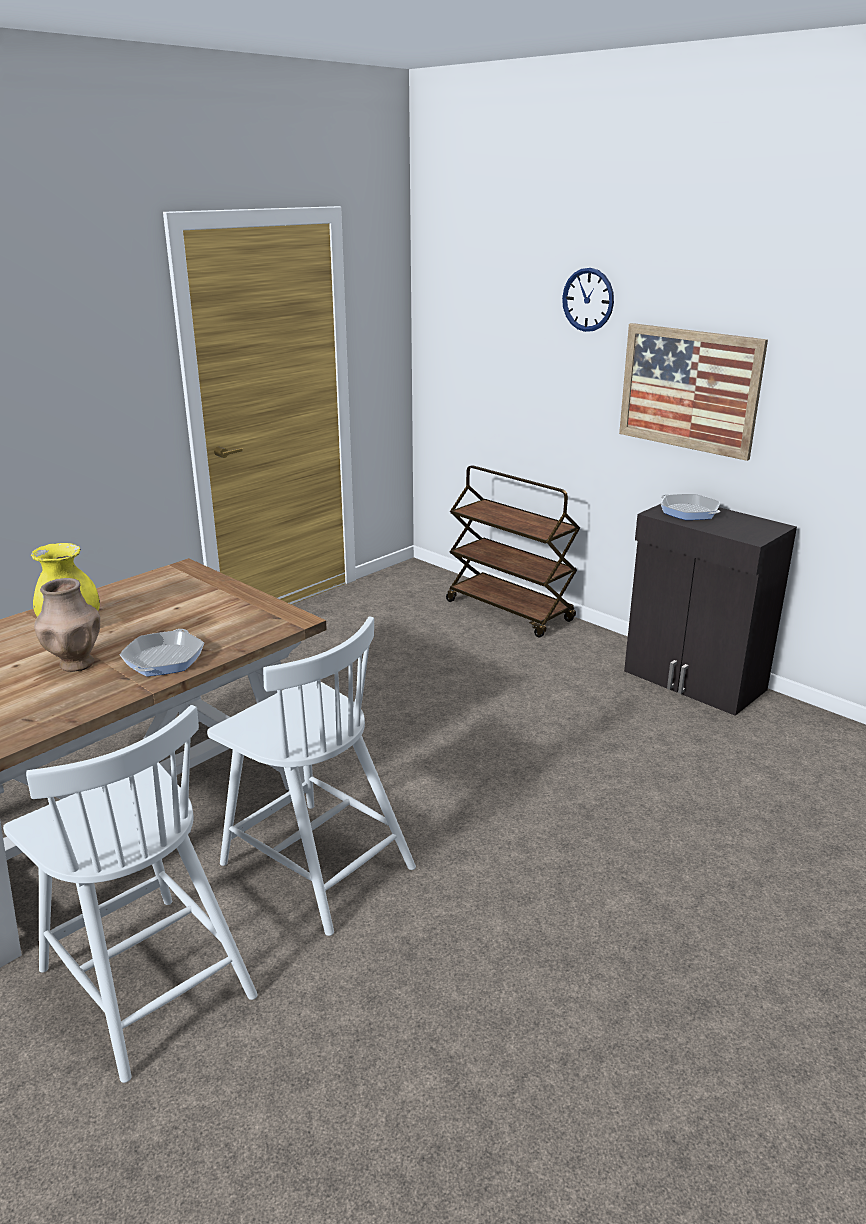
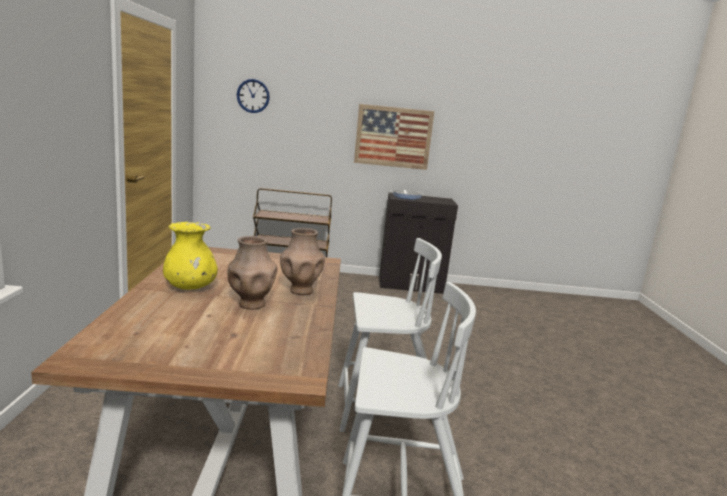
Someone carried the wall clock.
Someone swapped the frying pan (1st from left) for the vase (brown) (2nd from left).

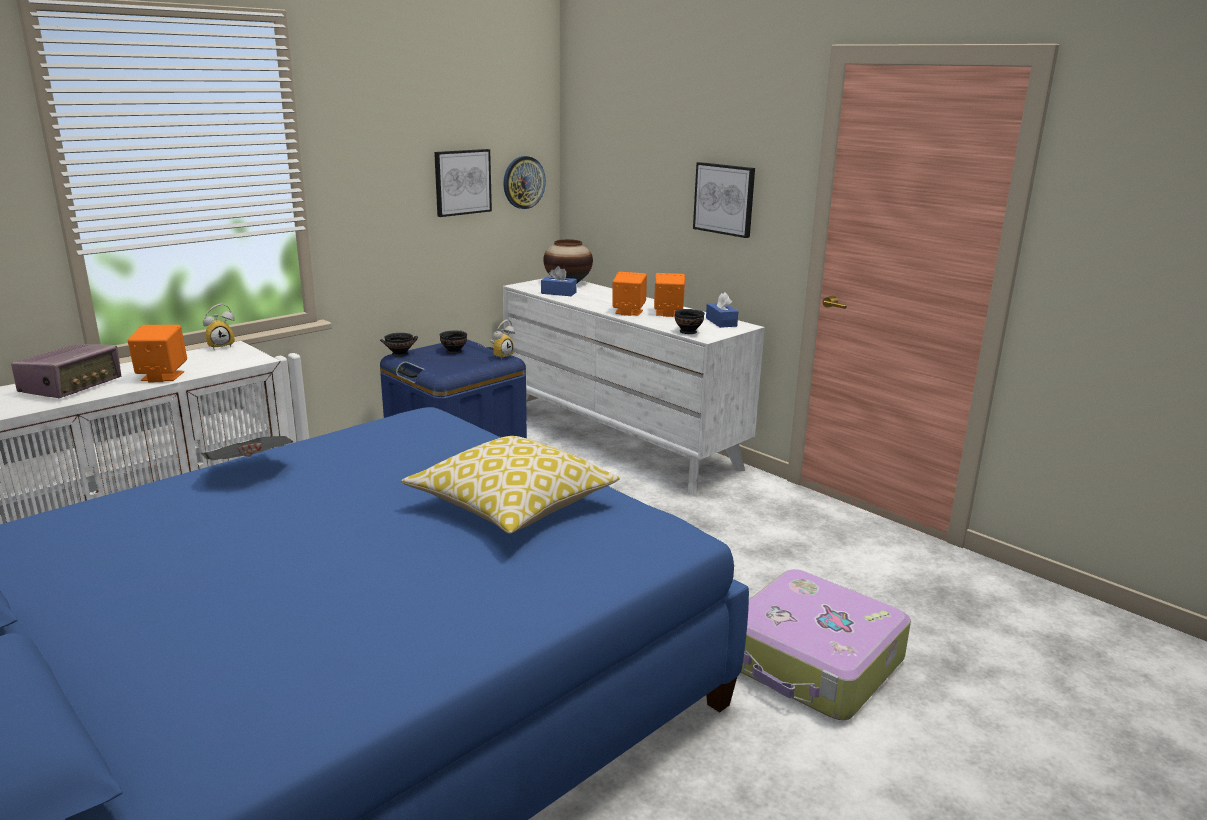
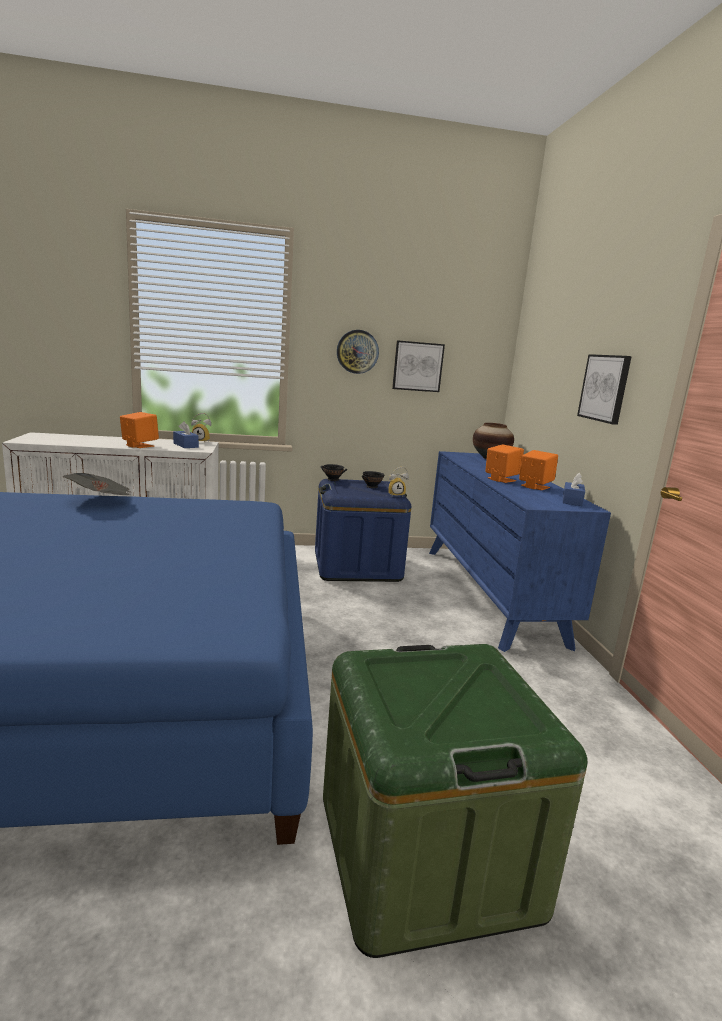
Someone carried the wall clock.
Someone carried the tissue box (blue) (1st from left).
Someone repainted the dresser (white), which became the dresser (blue).
Someone took away the bowl (black) (3rd from left).
Someone took away the radio.
Someone took away the pillow.
Someone swapped the suitcase for the storage box (green).

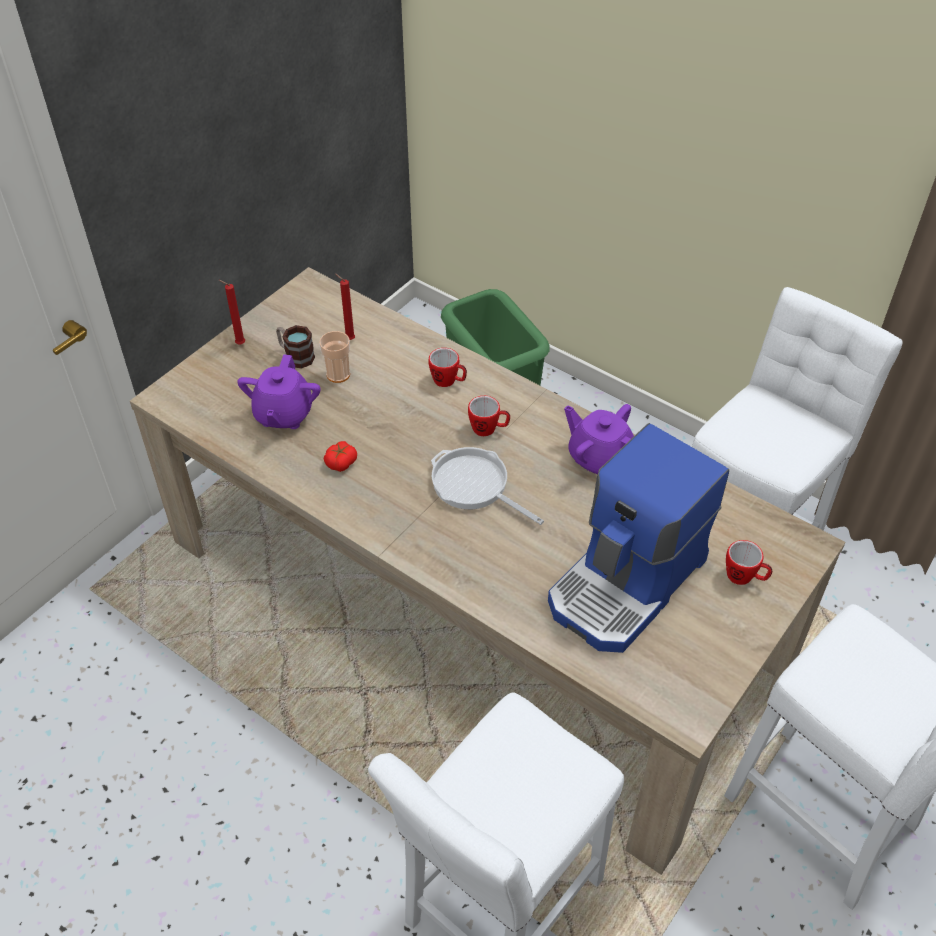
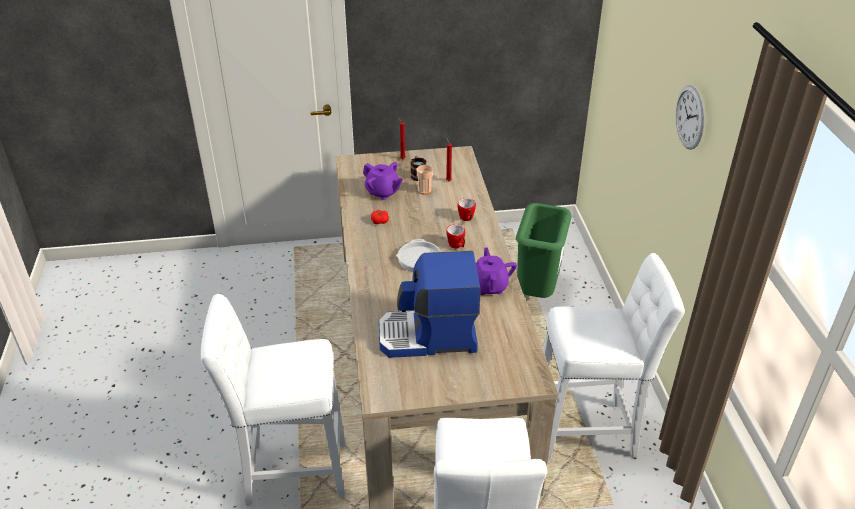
Someone rotated the teapot (purple) (1st from left) by 105 degrees counterclockwise.
Someone took away the mug (4th from left).
Someone put up the wall clock.

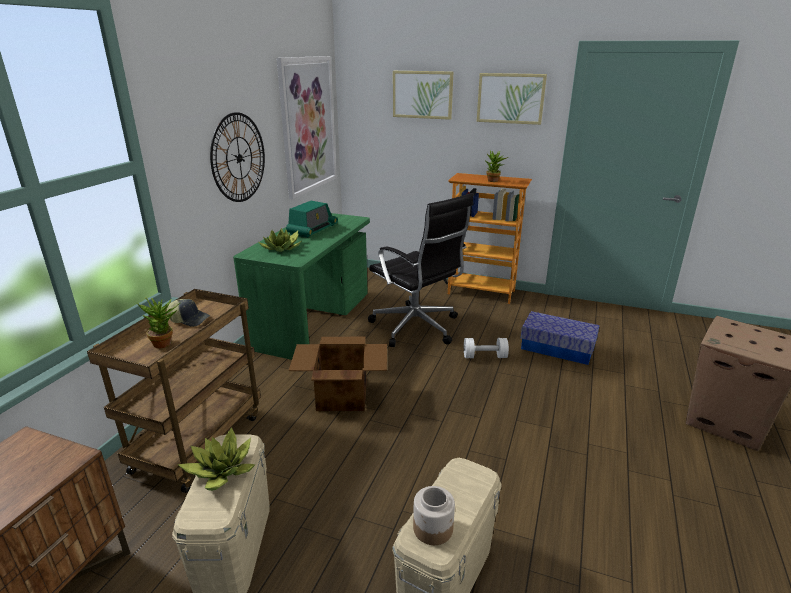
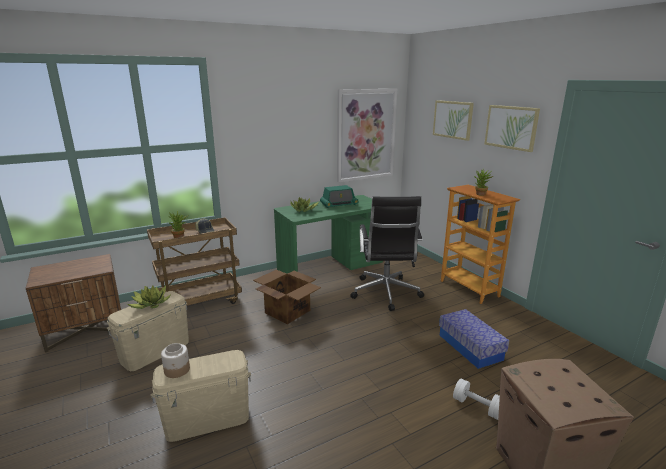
Someone took away the wall clock.
Someone carried the dumbbell (white).

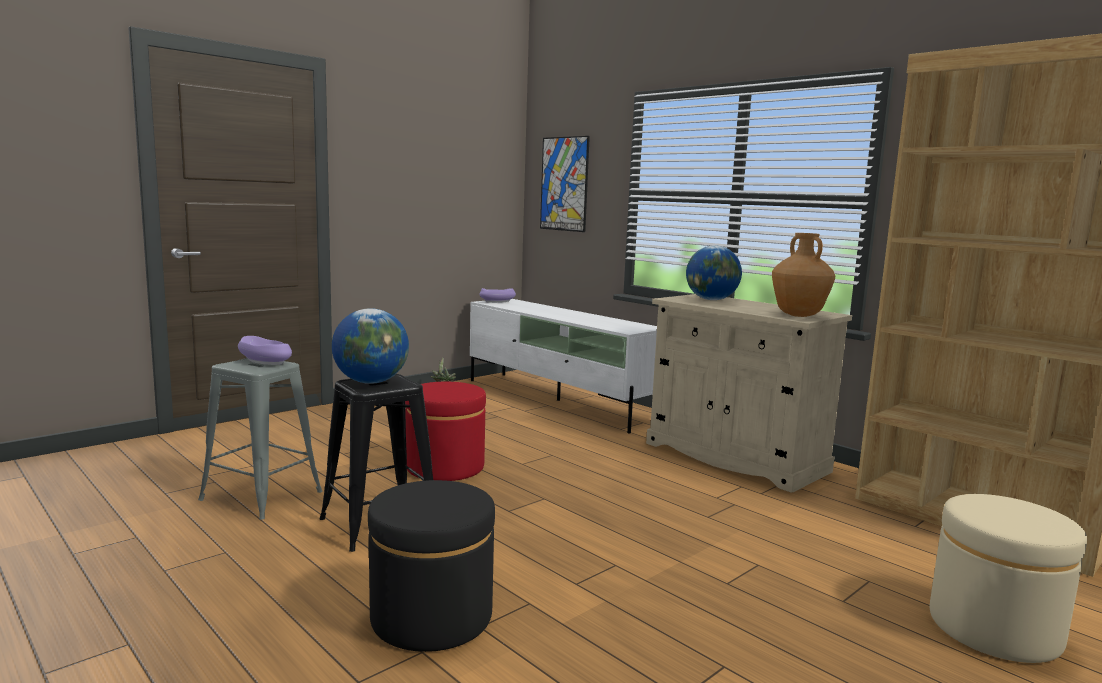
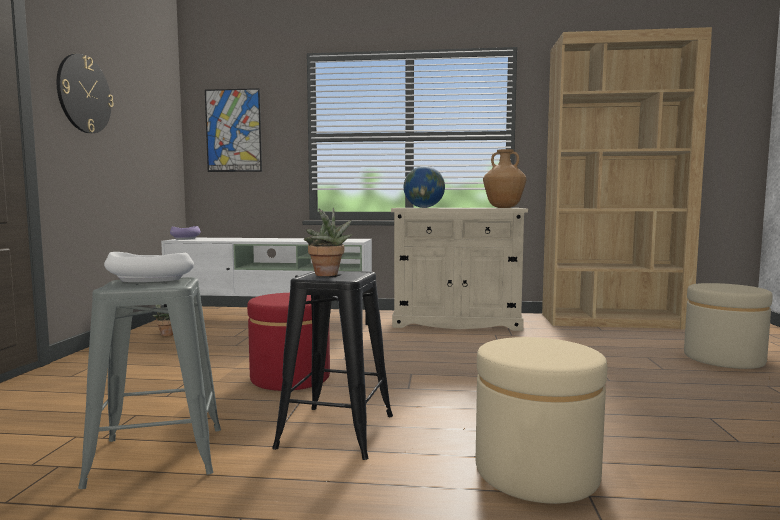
Someone swapped the globe (1st from left) for the potted plant (2nd from left).
Someone repainted the bowl (purple) (1st from left), which became the bowl (white).
Someone repainted the ottoman (black), which became the ottoman (beige) (1st from left).
Someone put up the wall clock.

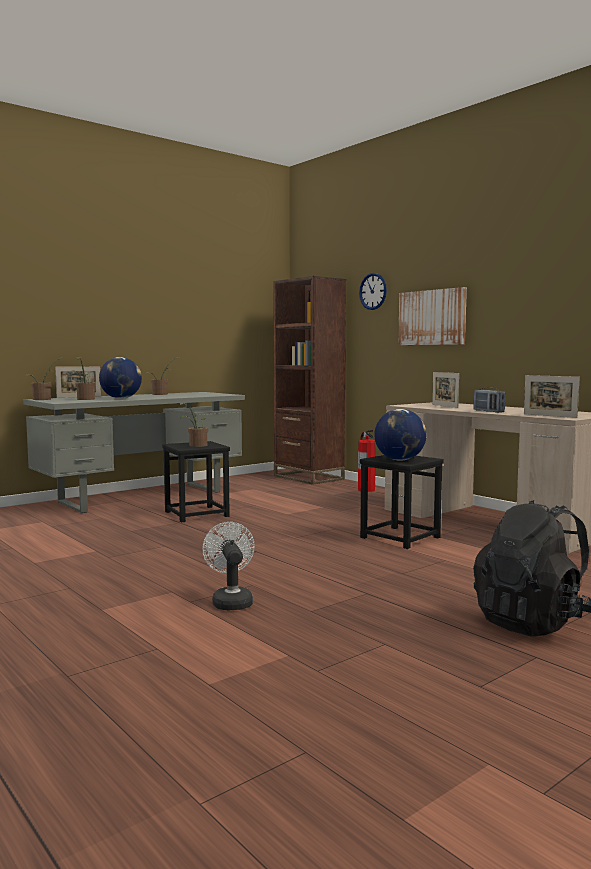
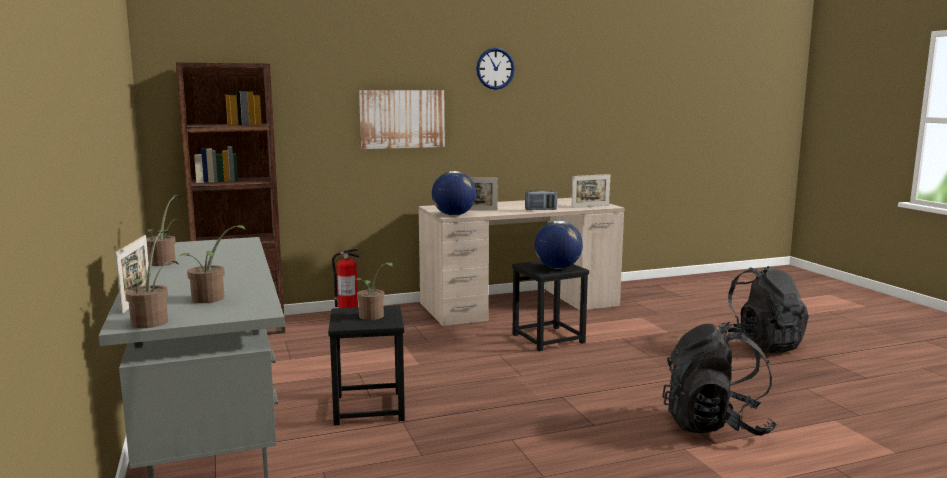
Someone carried the wall clock.
Someone carried the globe (1st from left).
Someone swapped the fan (white) for the backpack (black) (1st from left).

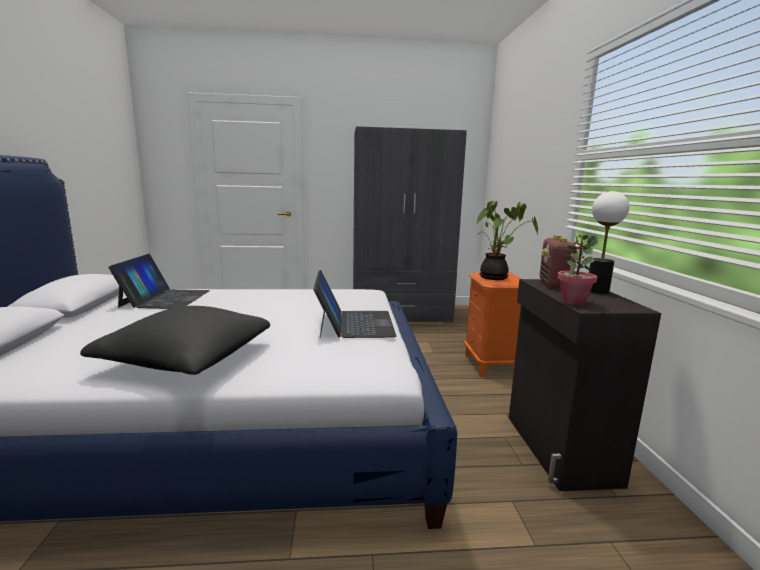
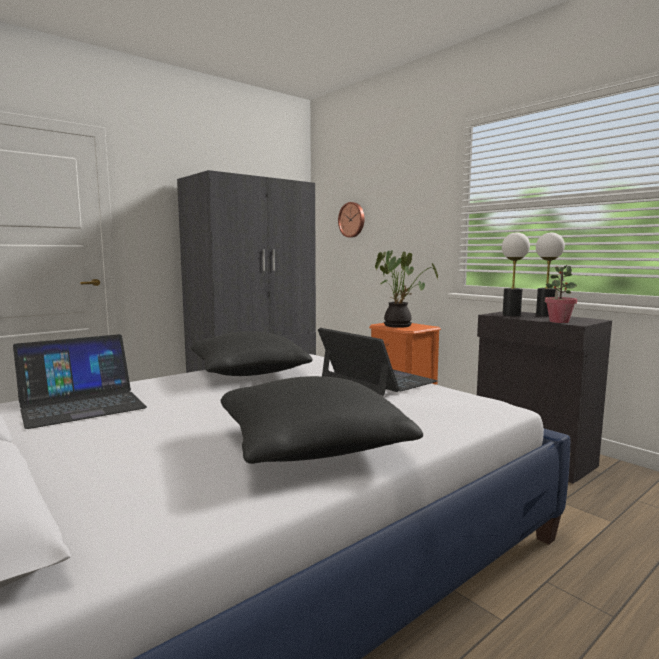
Someone swapped the radio for the table lamp (1st from left).
Someone rotated the laptop (1st from left) by 90 degrees clockwise.
Someone put up the wall clock.
Someone put down the pillow (black) (1st from left).

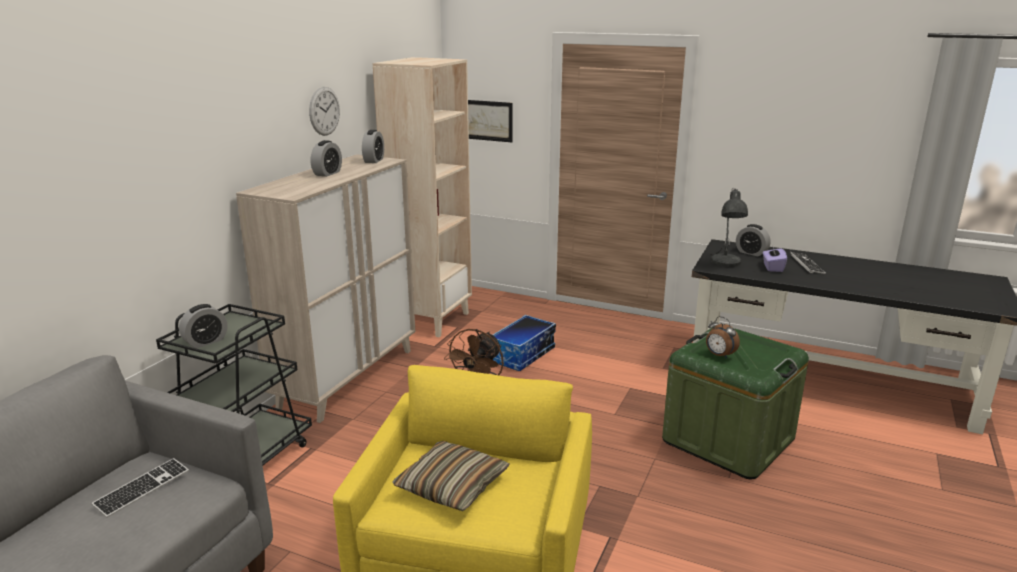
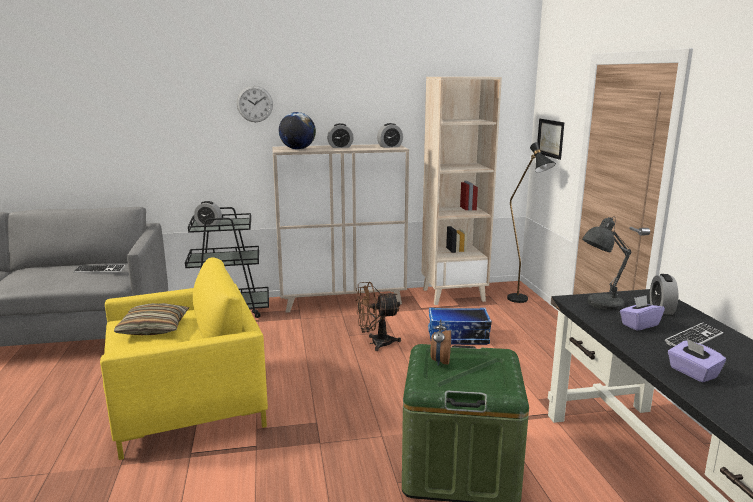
Someone carried the wall clock.
Someone put down the globe.
Someone put down the floor lamp (black).
Someone put down the tissue box (purple) (2nd from left).

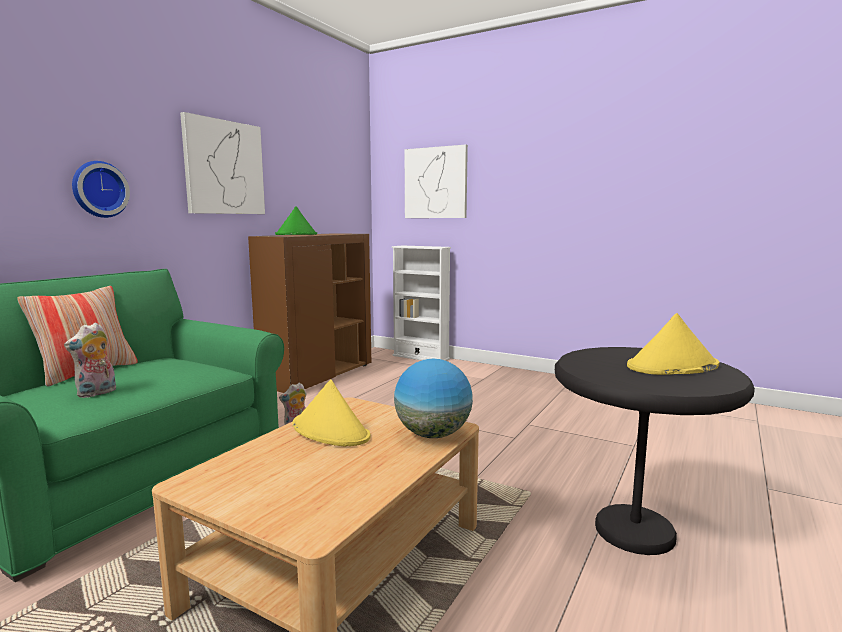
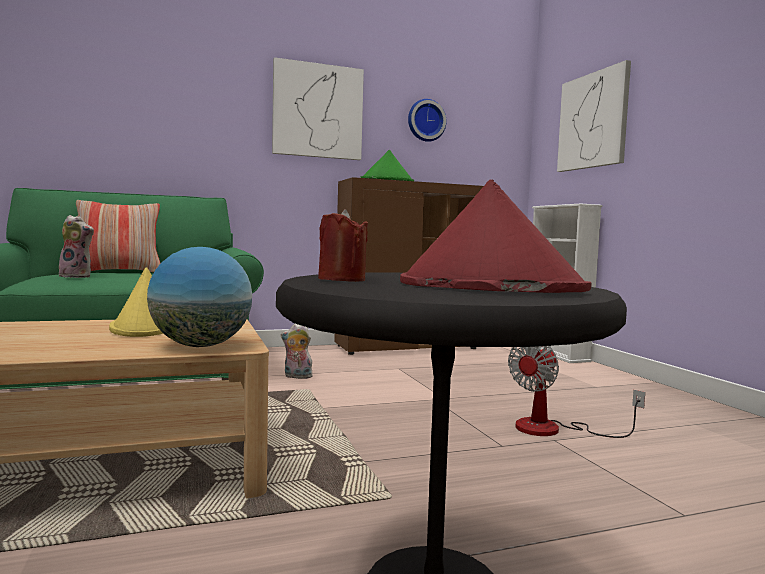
Someone carried the wall clock.
Someone repainted the hat (yellow) (2nd from left), which became the hat (red).
Someone rotated the plush toy (1st from left) by 150 degrees counterclockwise.
Someone put down the candle (red).
Someone put down the fan.

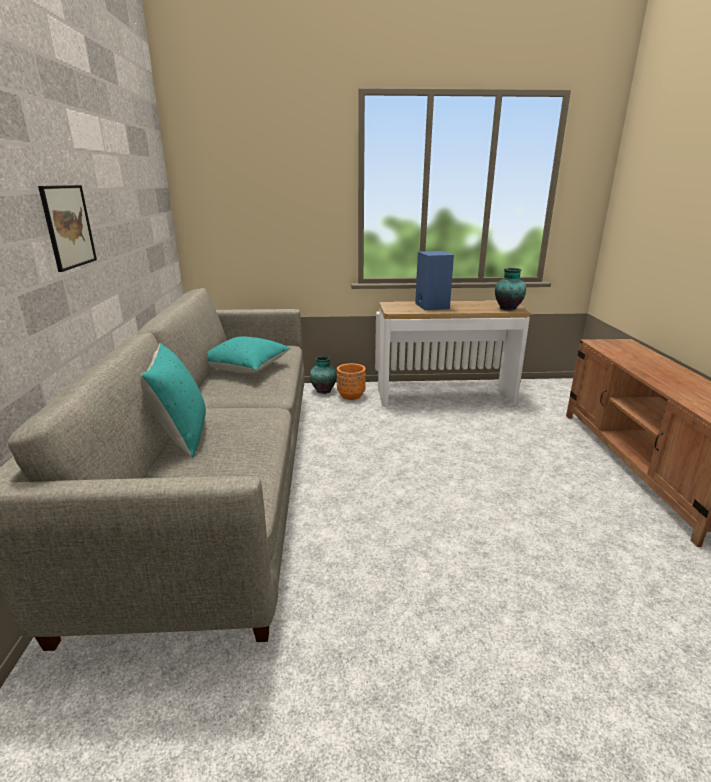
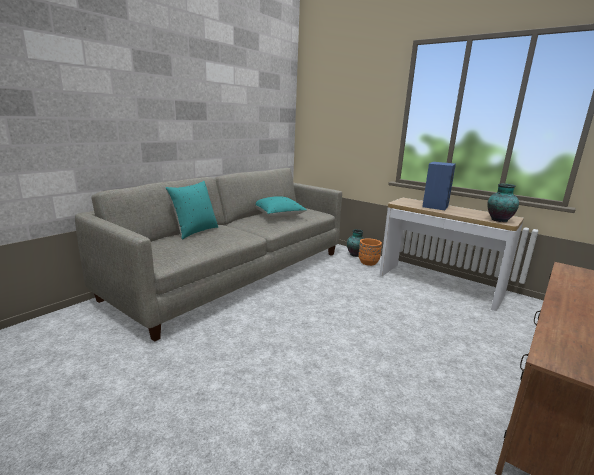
Someone took away the picture.

